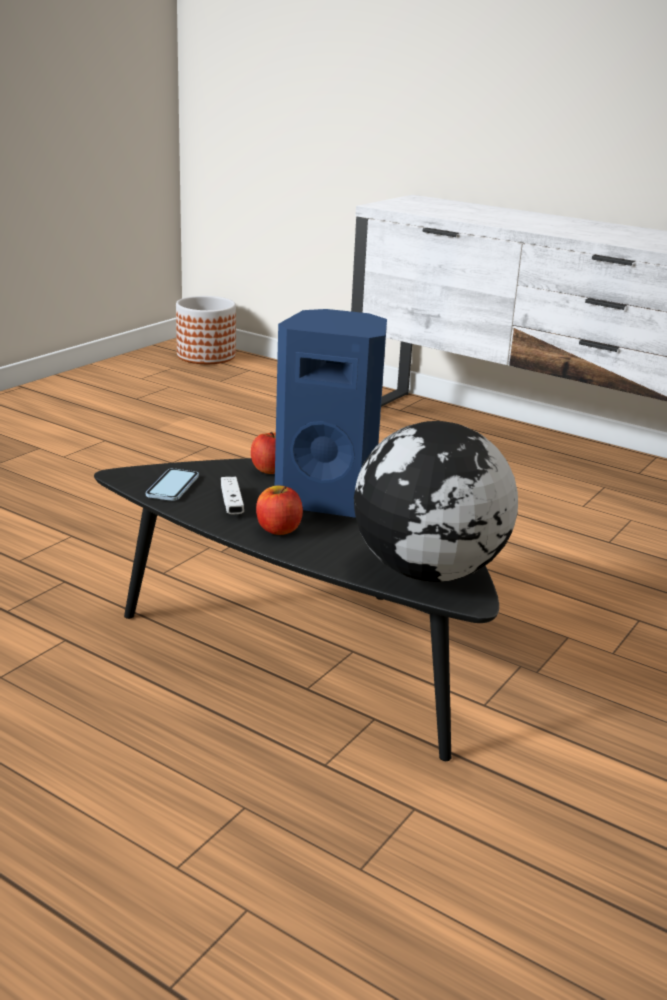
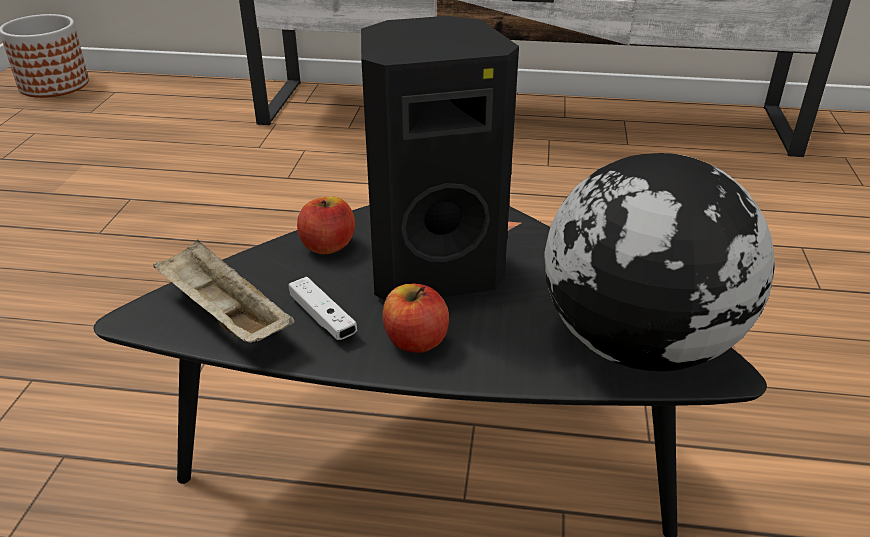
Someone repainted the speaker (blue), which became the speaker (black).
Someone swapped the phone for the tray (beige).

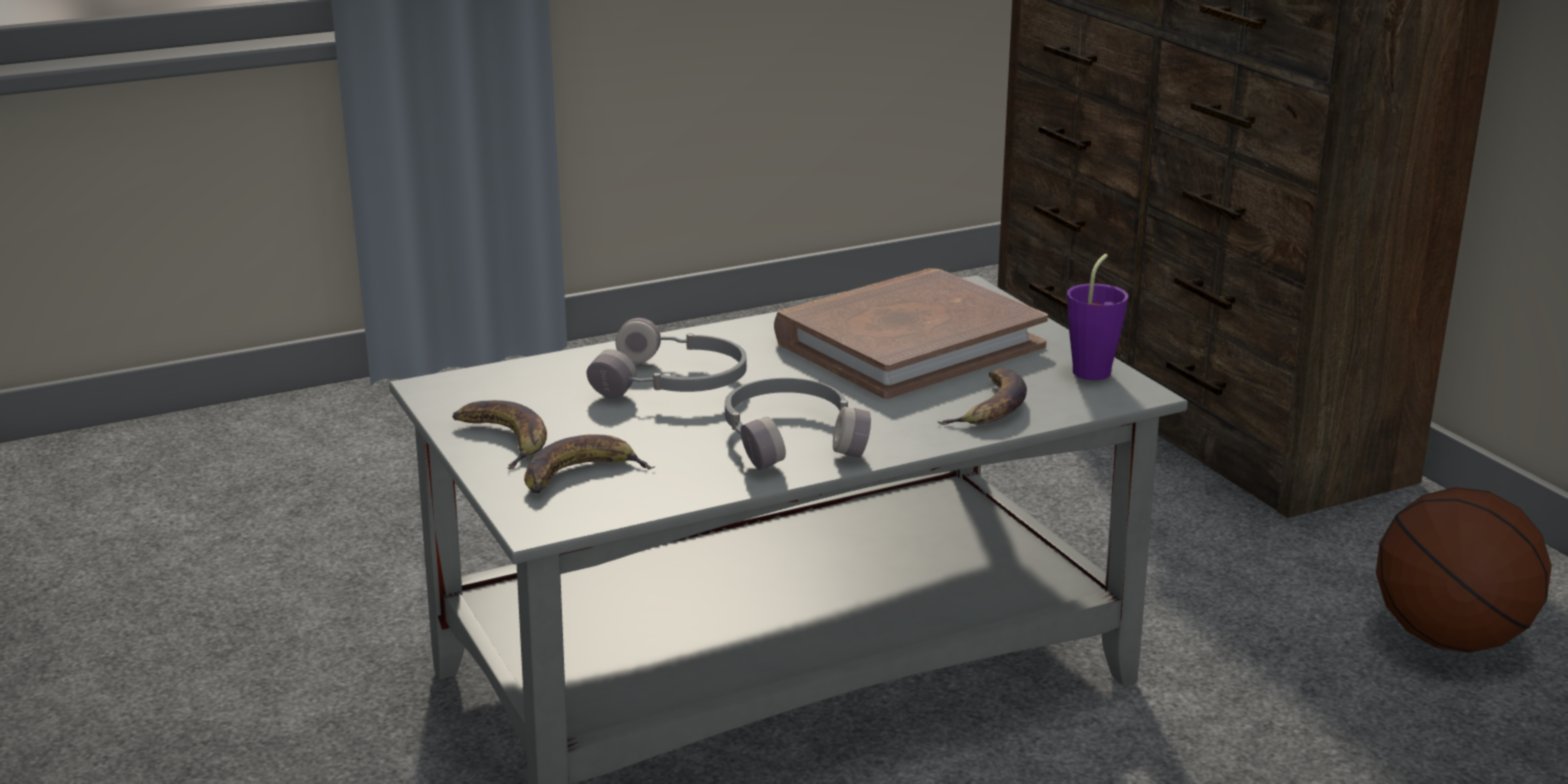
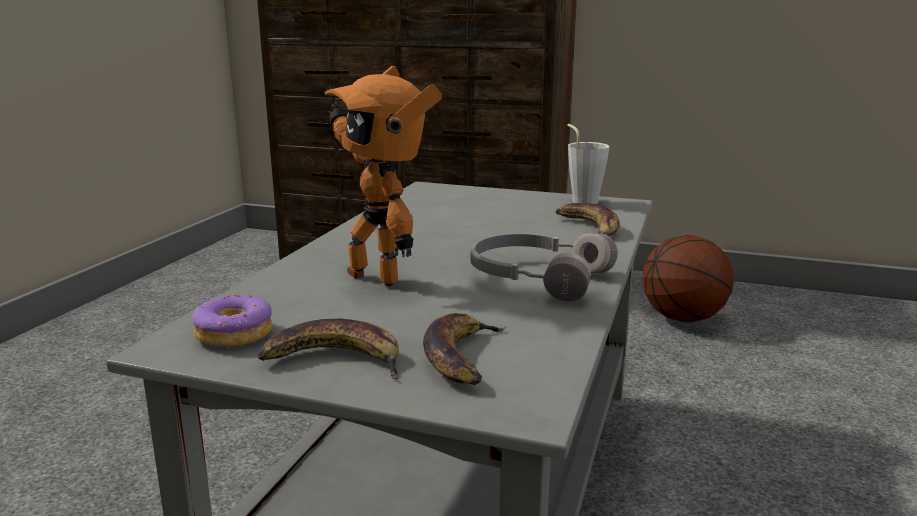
Someone repainted the cup (purple), which became the cup (grey).
Someone took away the book (brown).
Someone swapped the headphones (grey) (1st from left) for the toy robot.
Someone put down the donut.

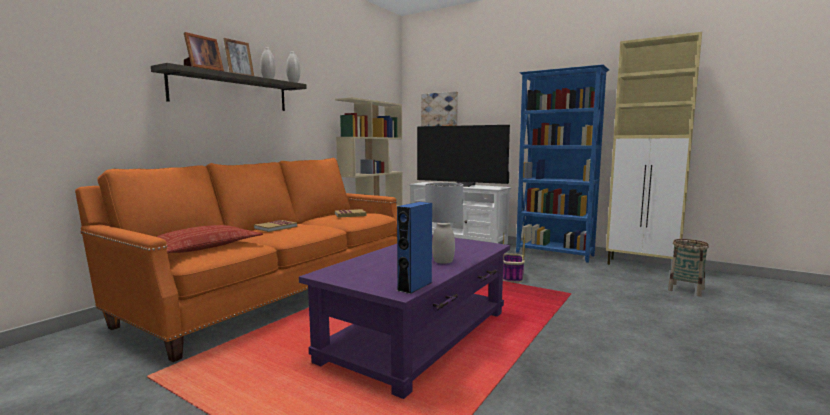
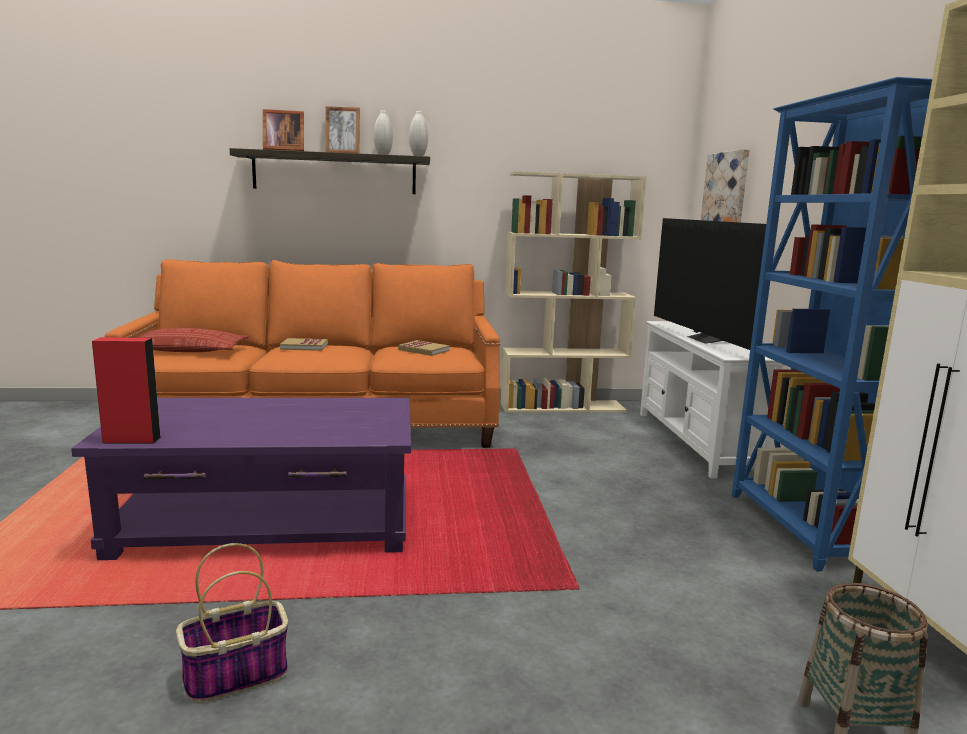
Someone took away the table lamp (grey).
Someone repainted the speaker (blue), which became the speaker (red).
Someone carried the basket (1st from left).

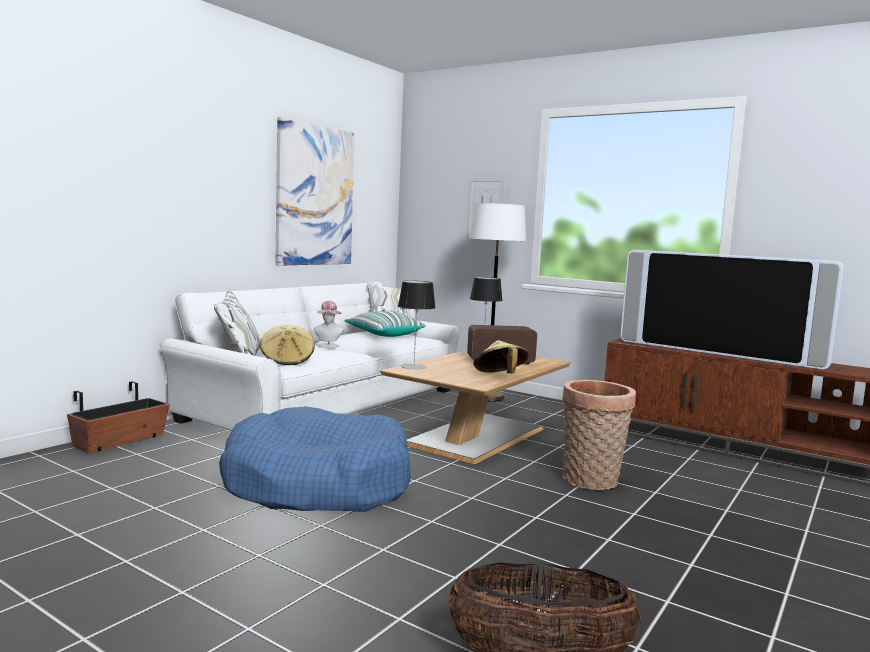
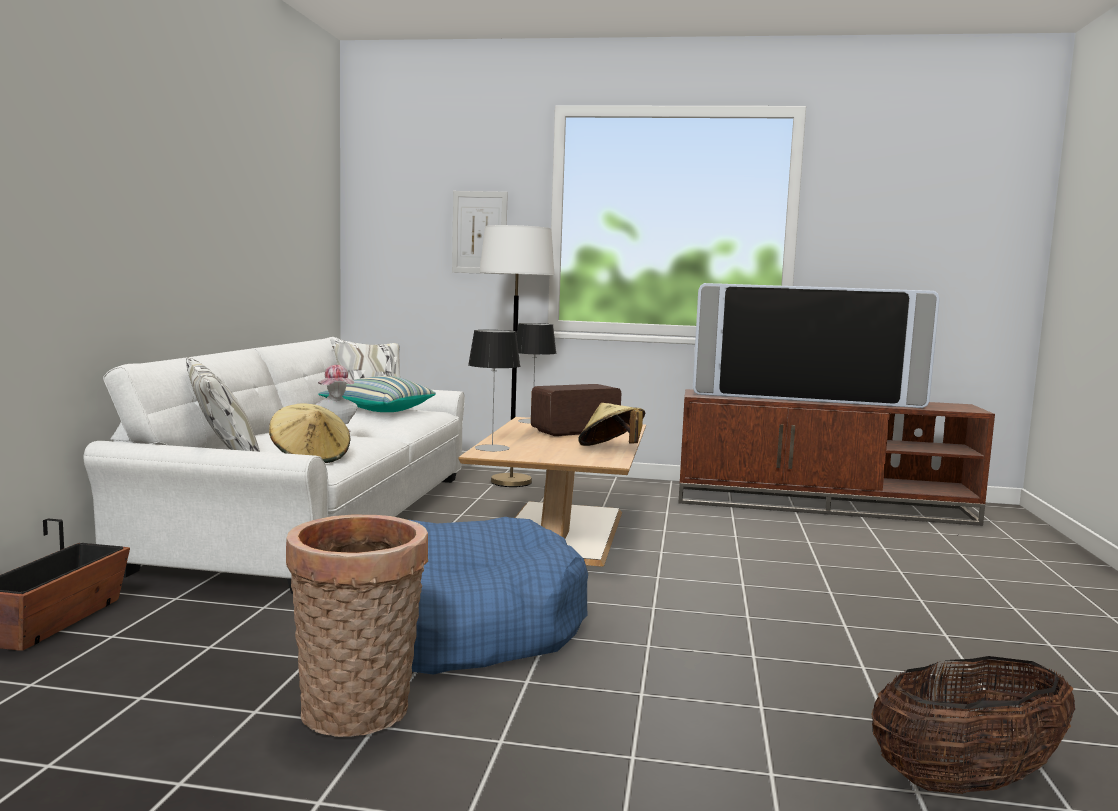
Someone took away the picture (1st from left).
Someone carried the basket (2nd from left in the first image).

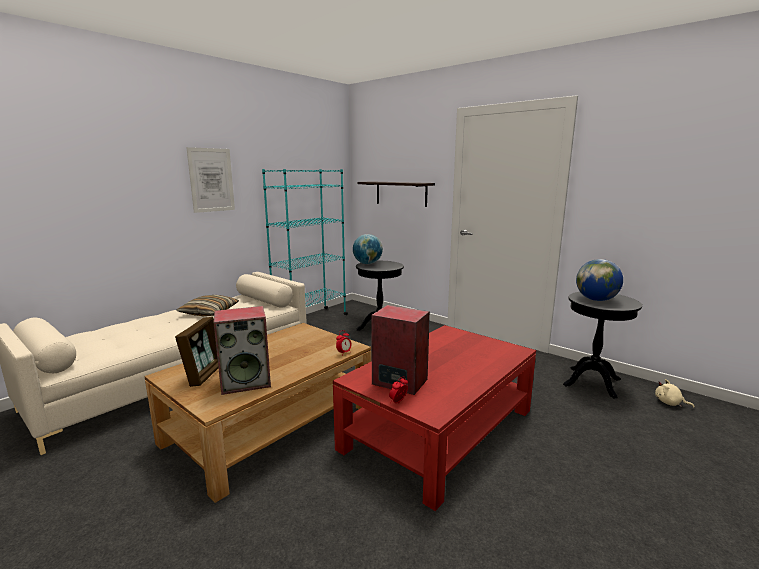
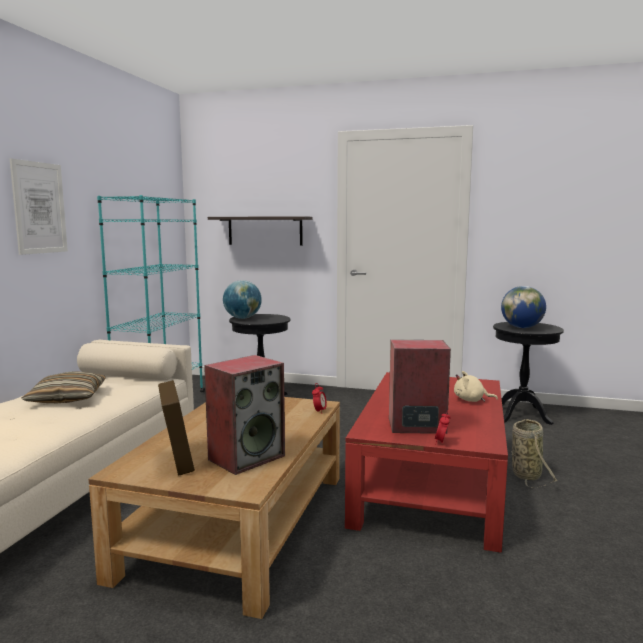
Someone carried the plush toy (beige).
Someone put down the basket.

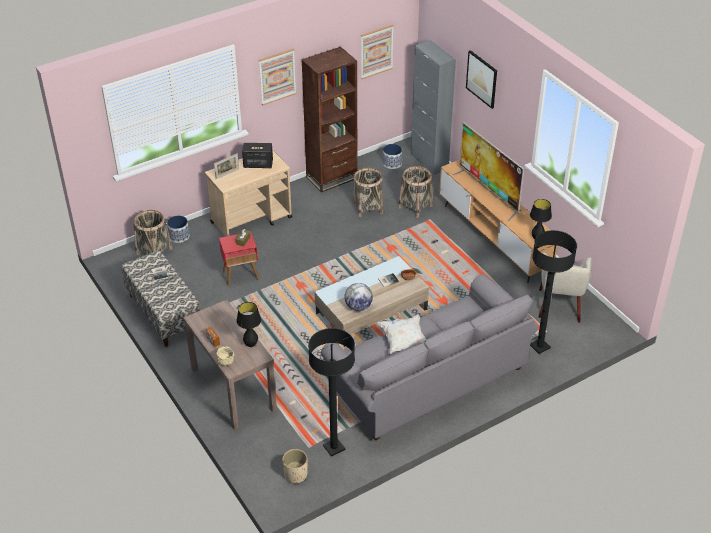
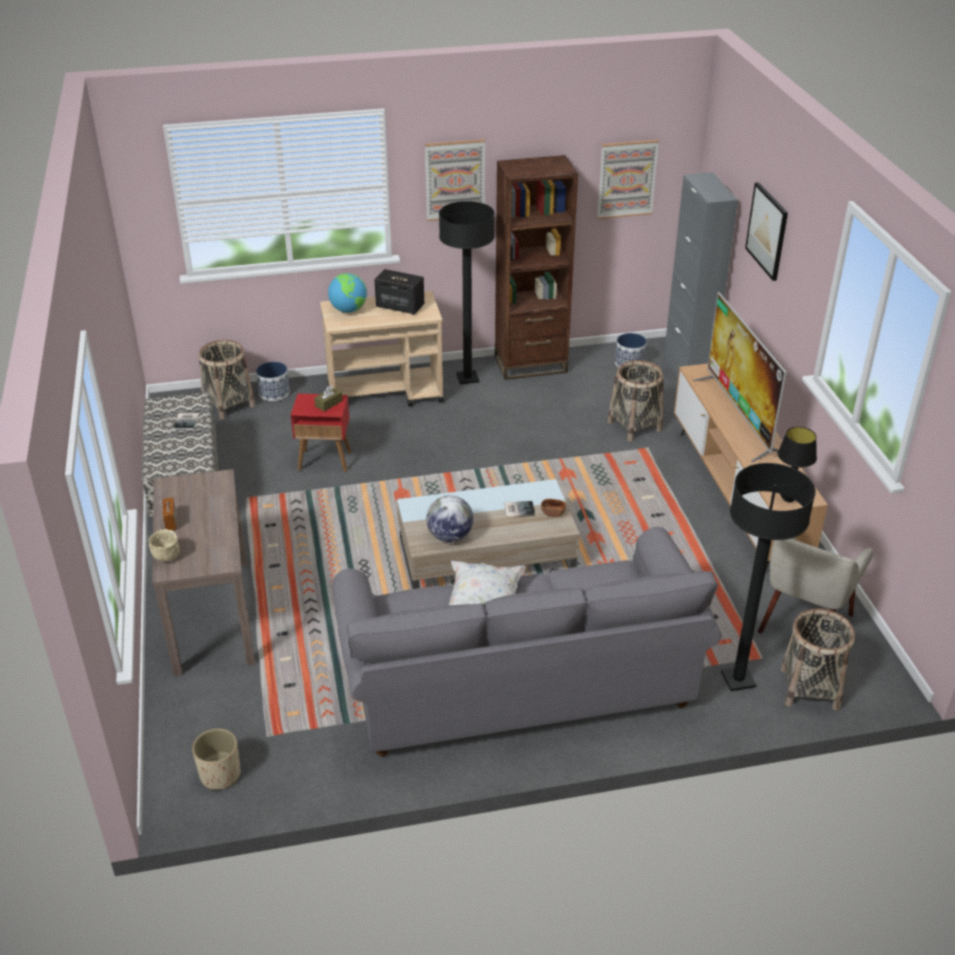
Someone swapped the picture frame for the globe (1st from left).
Someone carried the basket (2nd from left in the first image).
Someone took away the table lamp (black) (1st from left).
Someone carried the floor lamp (black) (1st from left).

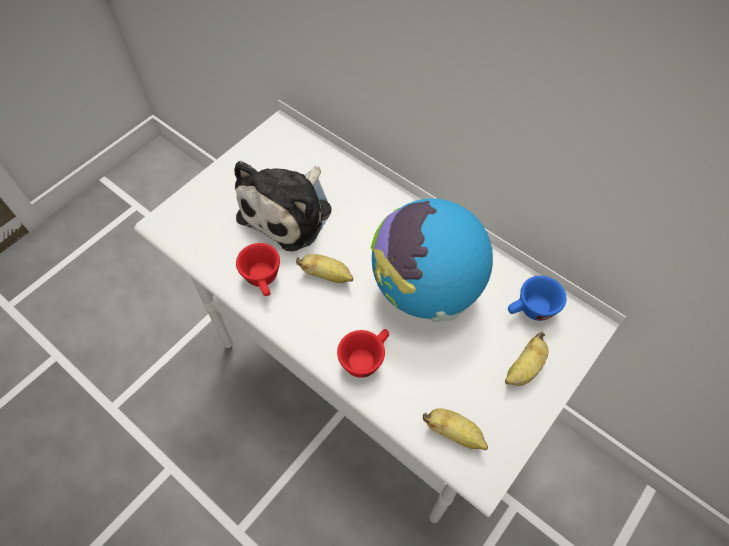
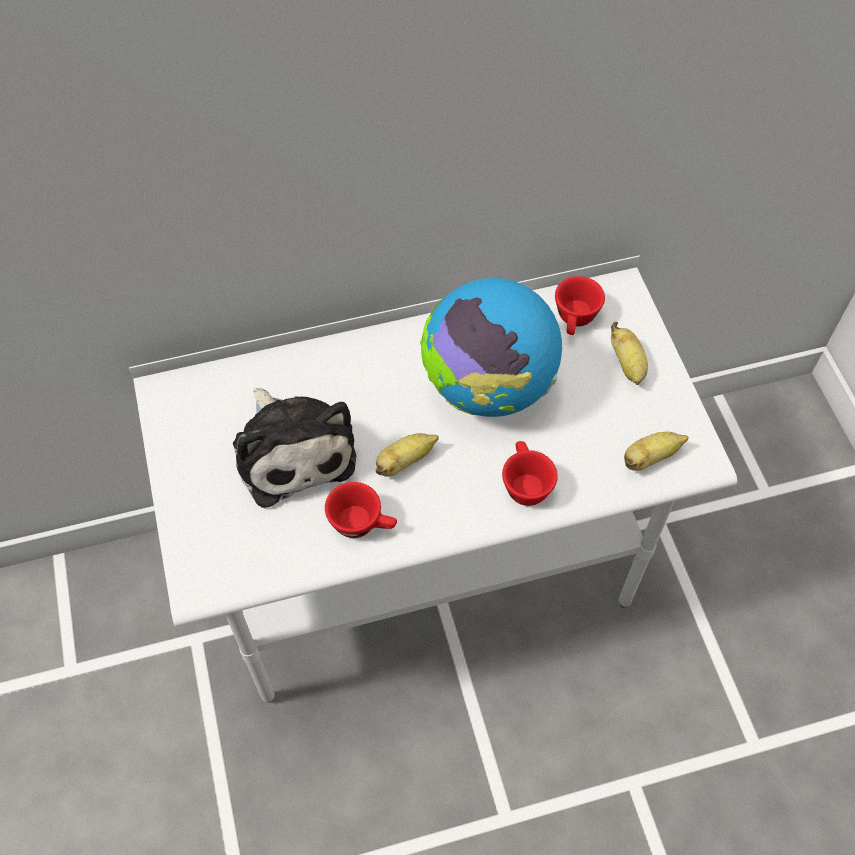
Someone repainted the cup (blue), which became the cup (red) (3rd from left).

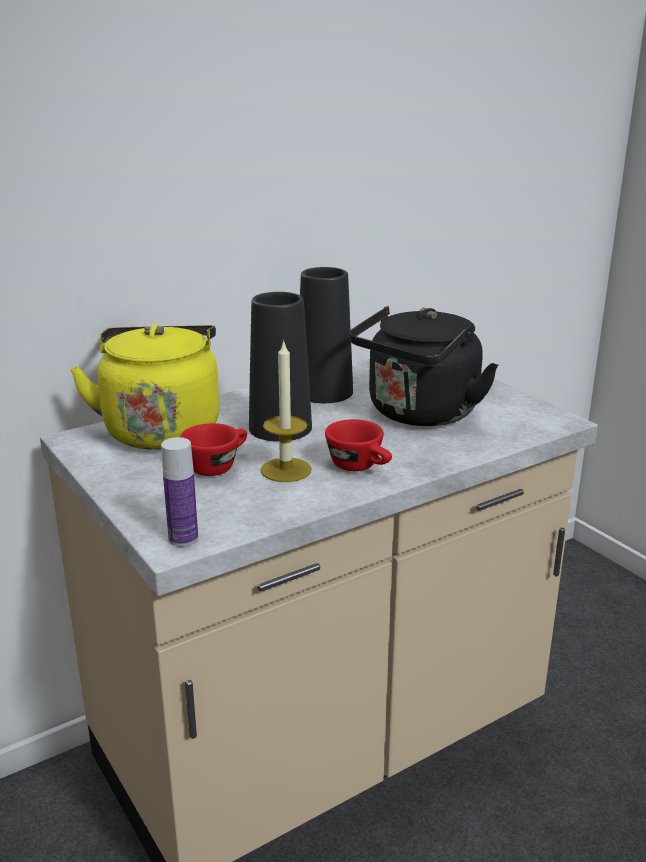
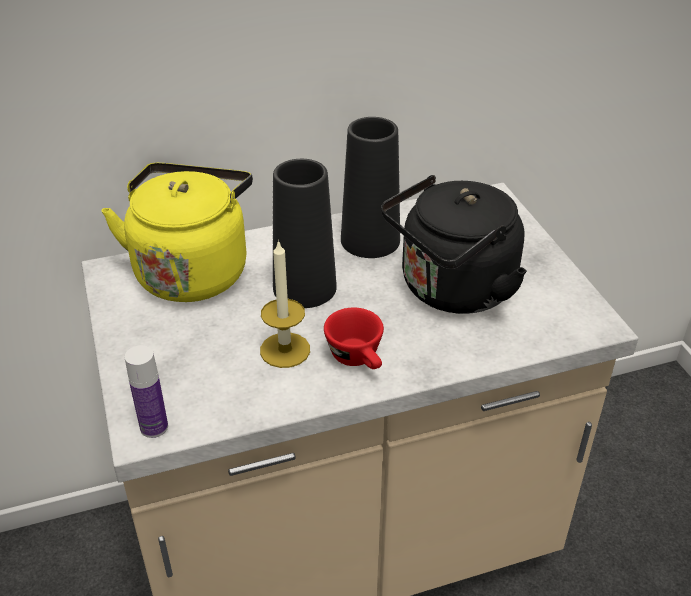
Someone took away the cup (red) (1st from left).

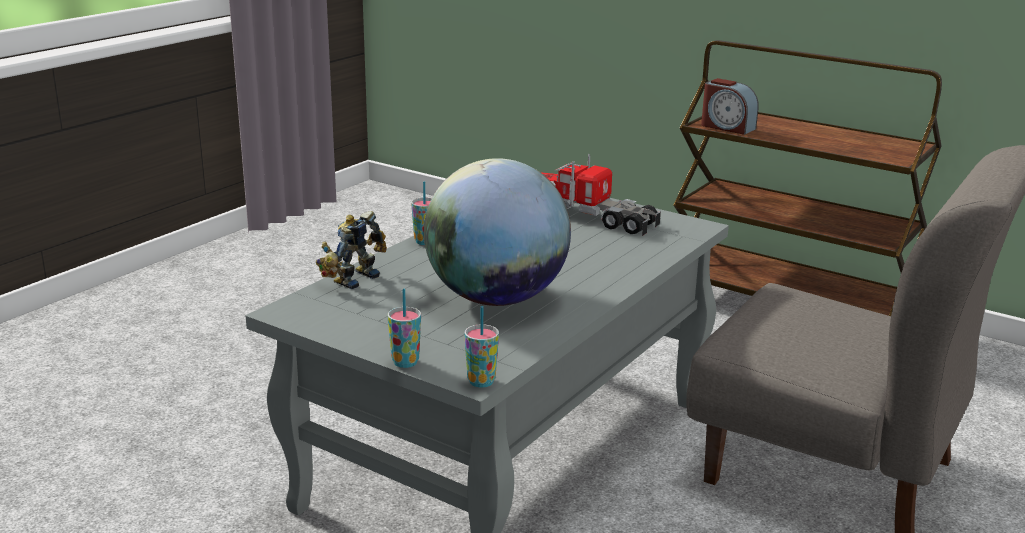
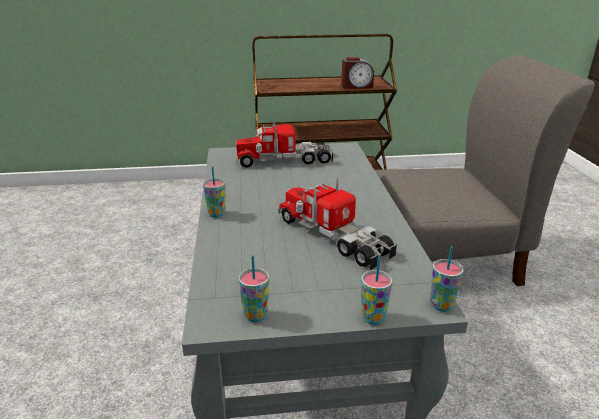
Someone carried the alarm clock.
Someone swapped the globe for the toy truck (2nd from left).
Someone took away the toy robot.
Someone put down the cup (2nd from left).

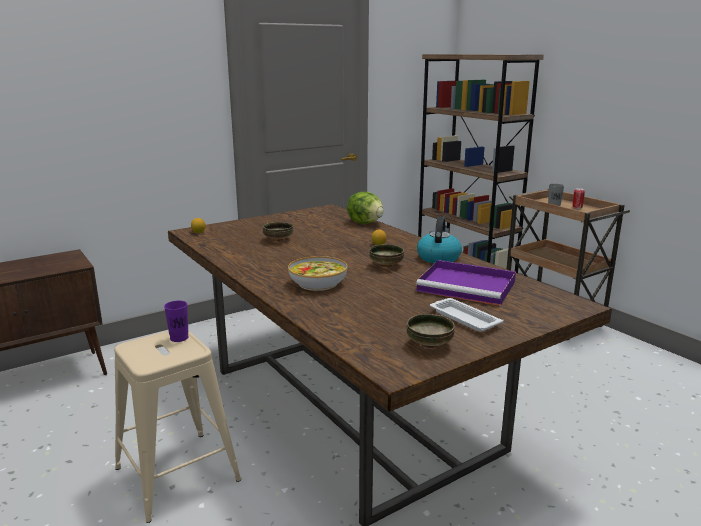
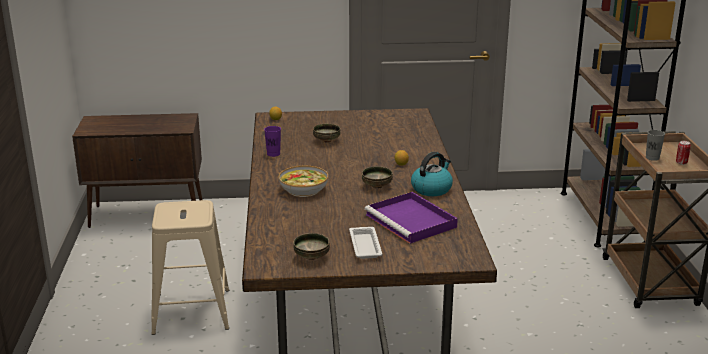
Someone took away the lettuce.
Someone carried the cup (purple).

